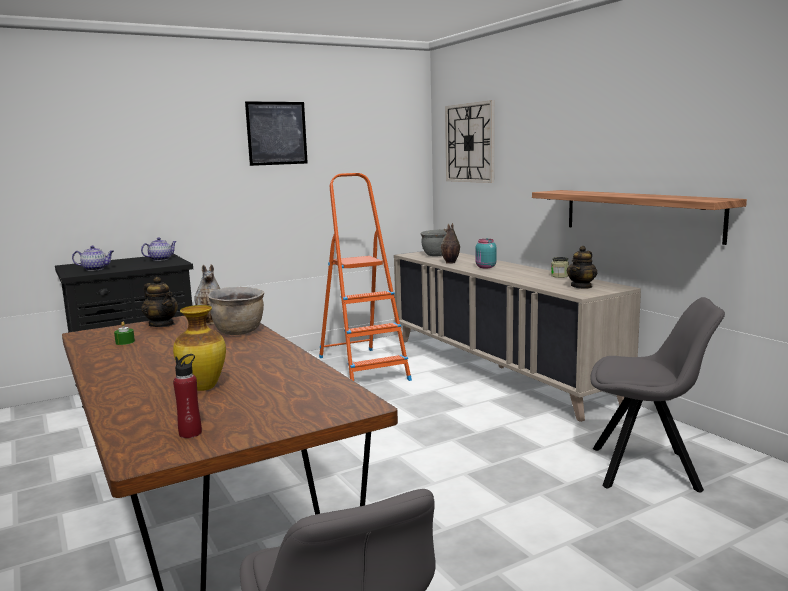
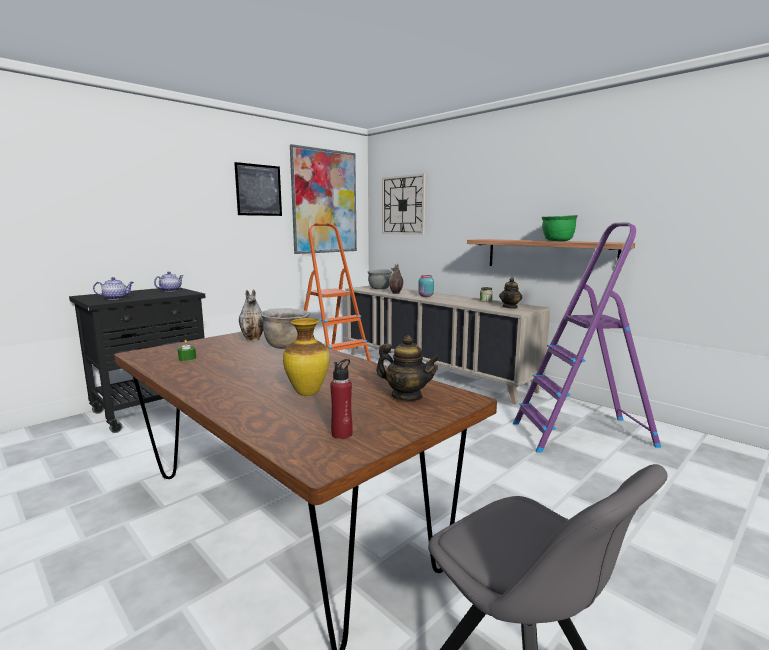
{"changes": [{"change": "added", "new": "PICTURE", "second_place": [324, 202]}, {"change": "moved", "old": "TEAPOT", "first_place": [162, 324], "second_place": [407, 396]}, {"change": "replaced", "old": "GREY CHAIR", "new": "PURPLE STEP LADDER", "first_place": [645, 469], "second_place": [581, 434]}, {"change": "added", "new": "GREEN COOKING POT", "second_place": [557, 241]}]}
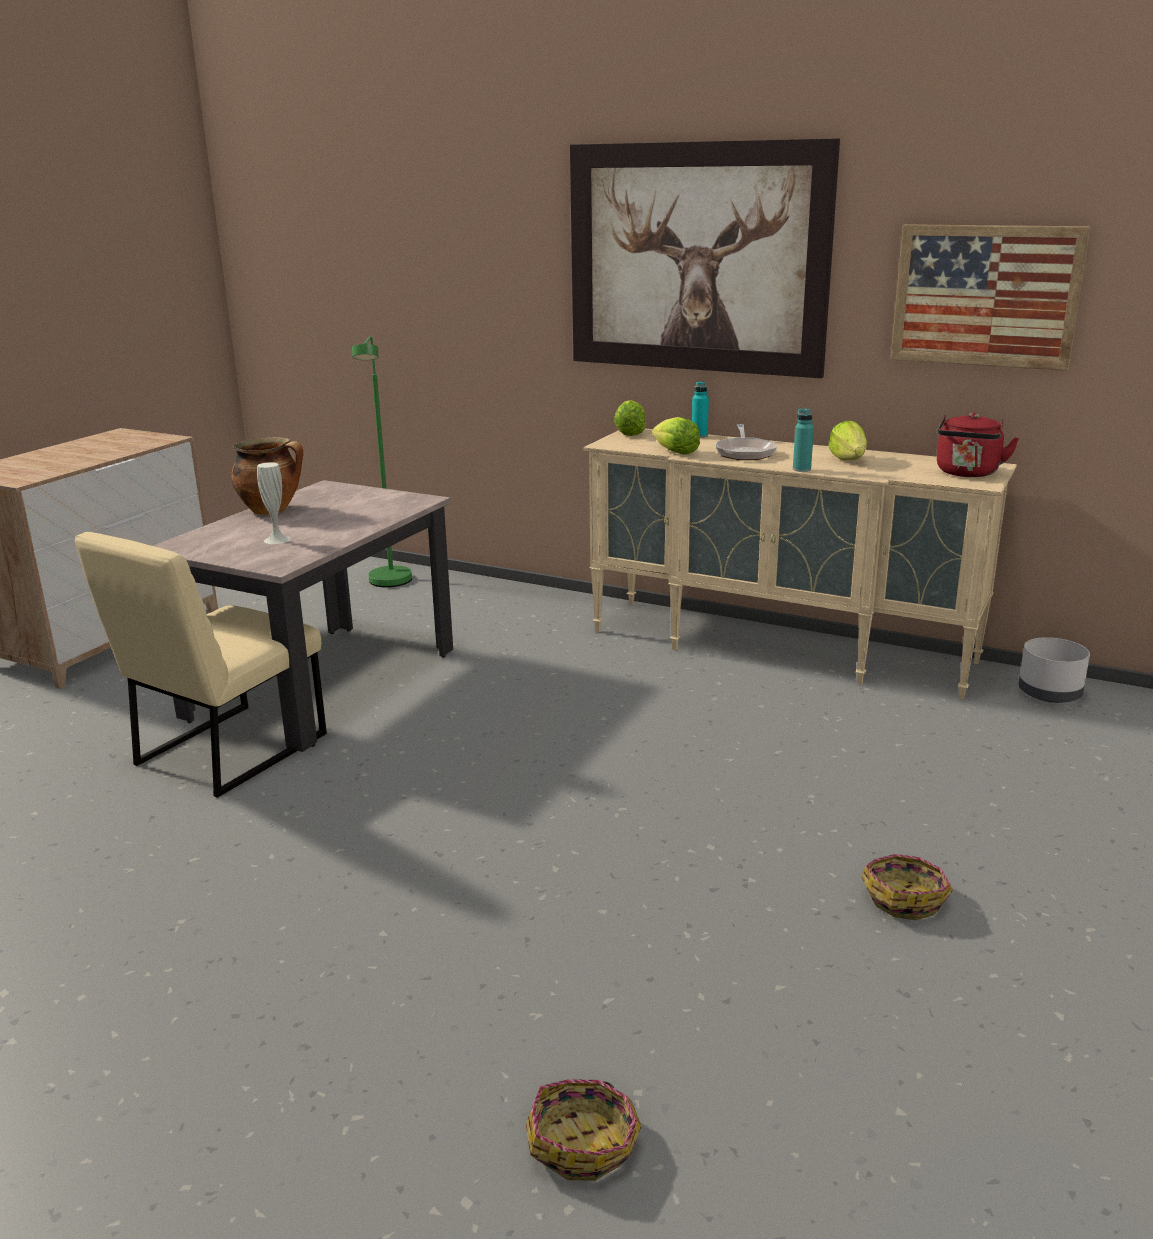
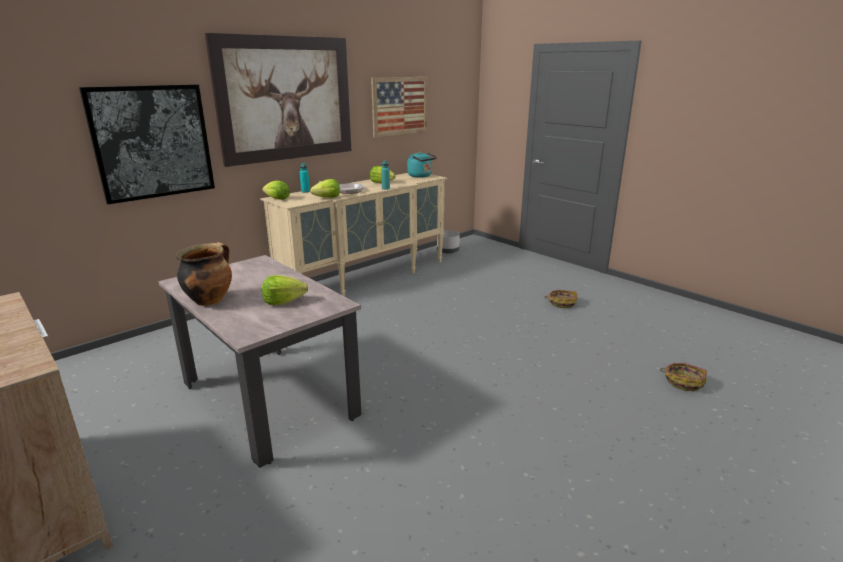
{"changes": [{"change": "added", "new": "PICTURE", "second_place": [152, 142]}, {"change": "replaced", "old": "WHITE VASE", "new": "LETTUCE", "first_place": [277, 540], "second_place": [283, 302]}, {"change": "recoloured", "old": "RED KETTLE", "new": "TURQUOISE KETTLE", "first_place": [967, 473], "second_place": [421, 176]}, {"change": "removed", "old": "BEIGE CHAIR", "first_place": [226, 751]}, {"change": "removed", "old": "GREEN FLOOR LAMP", "first_place": [389, 584]}]}
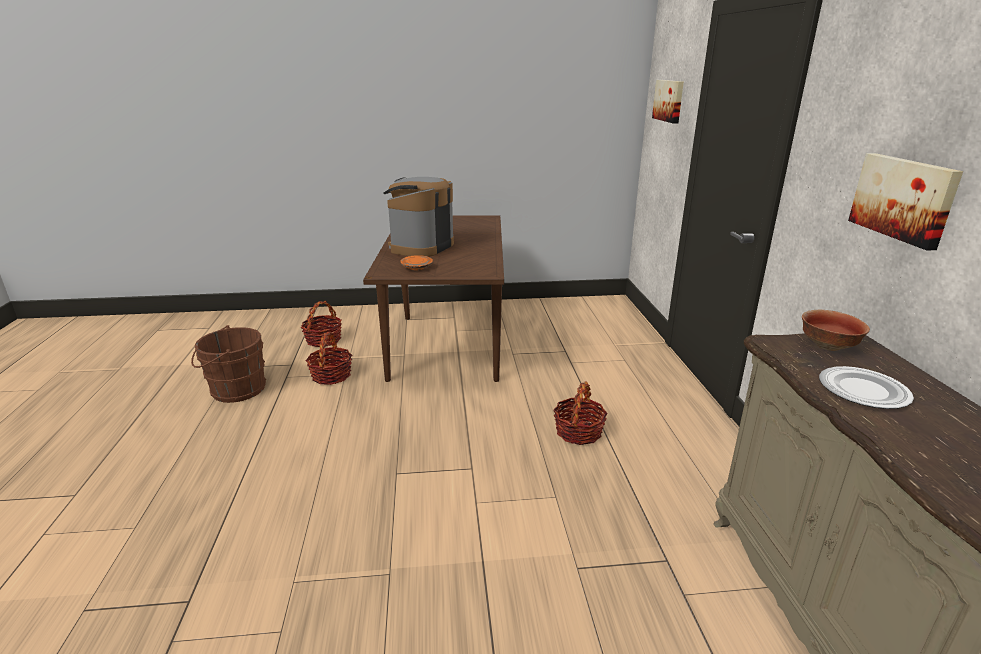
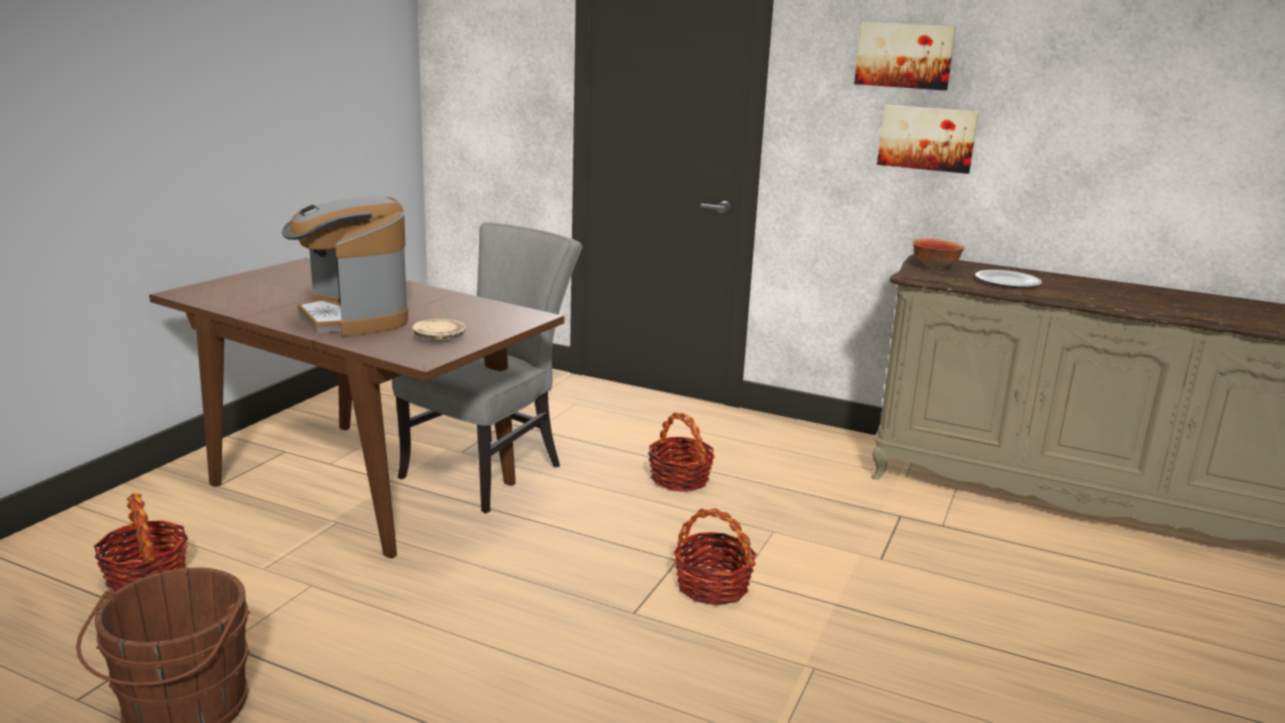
{"changes": [{"change": "added", "new": "GREY CHAIR", "second_place": [490, 469]}, {"change": "recoloured", "old": "ORANGE PLATE", "new": "BEIGE PLATE", "first_place": [417, 267], "second_place": [439, 338]}, {"change": "moved", "old": "BASKET", "first_place": [331, 375], "second_place": [712, 586]}, {"change": "moved", "old": "PICTURE", "first_place": [669, 100], "second_place": [904, 55]}]}
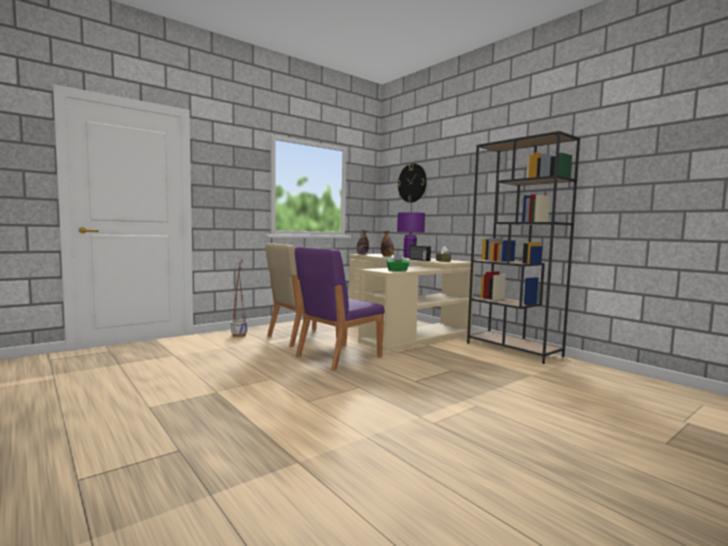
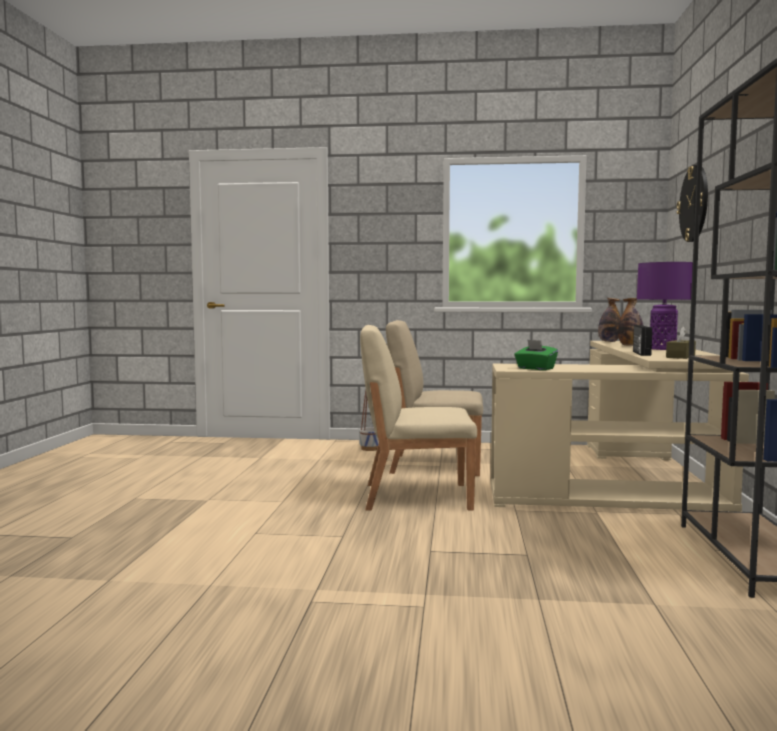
{"changes": [{"change": "recoloured", "old": "PURPLE CHAIR", "new": "BEIGE CHAIR", "first_place": [338, 356], "second_place": [415, 496]}]}
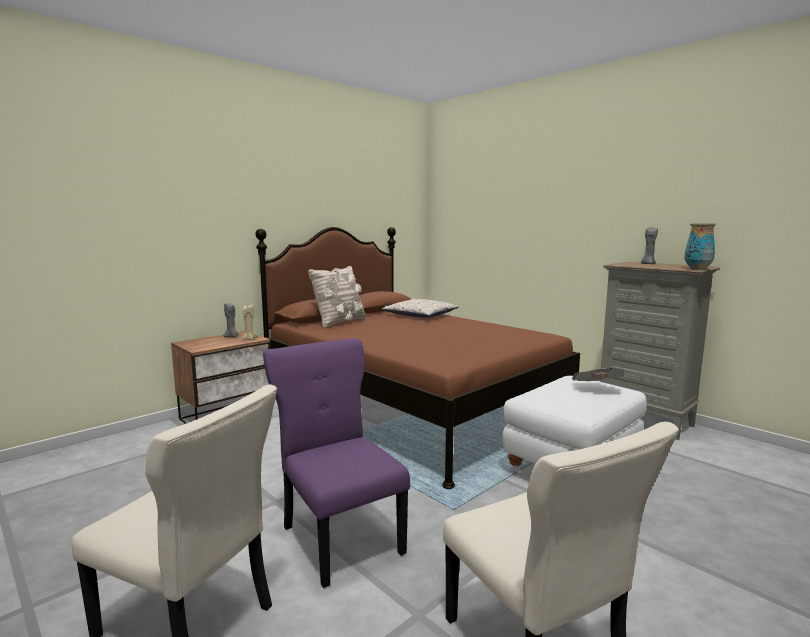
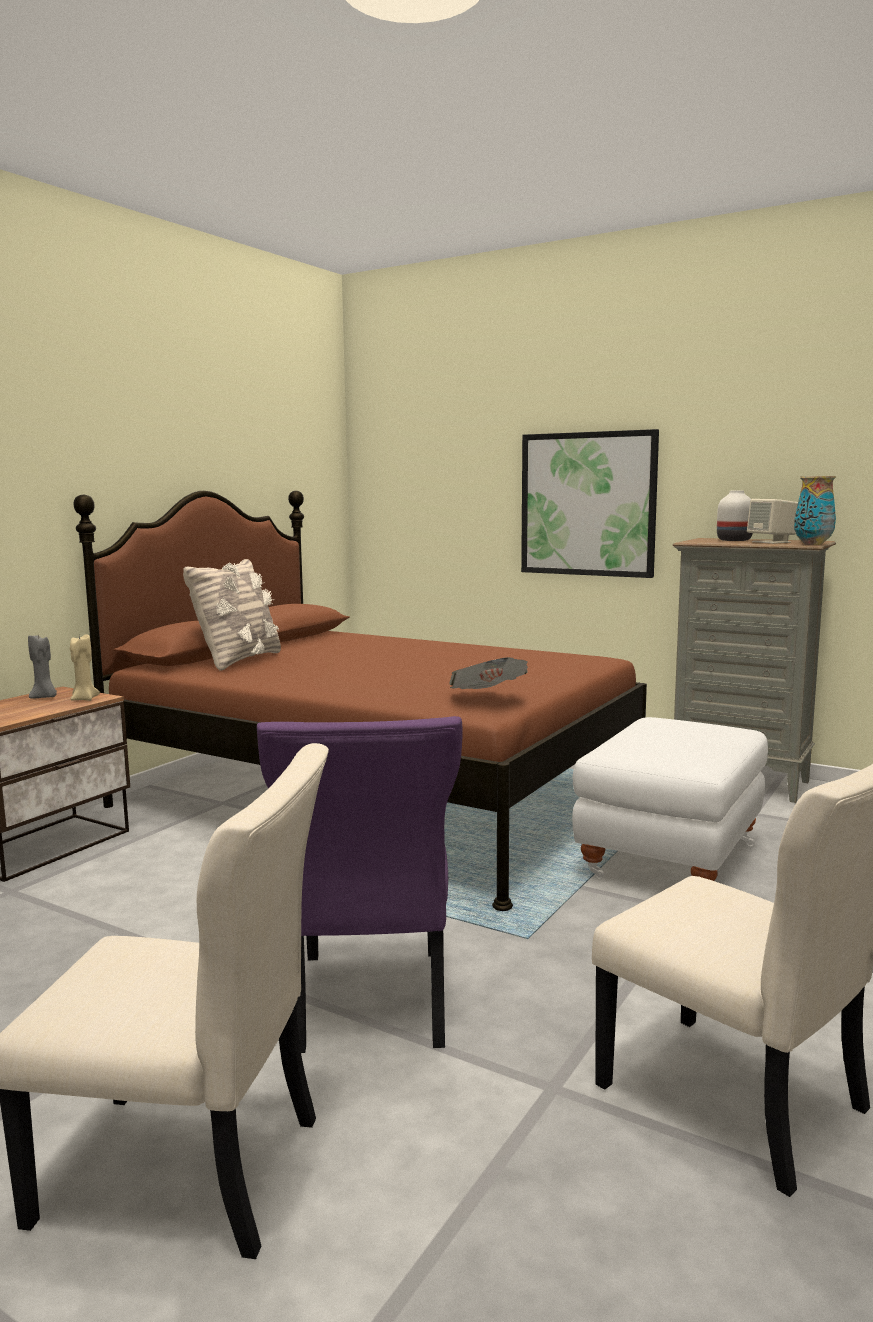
{"changes": [{"change": "turned", "old": "PURPLE CHAIR", "first_place": [340, 537], "second_place": [369, 1004], "degrees": -135}, {"change": "moved", "old": "NEWSPAPER", "first_place": [596, 388], "second_place": [487, 697]}, {"change": "added", "new": "PICTURE", "second_place": [588, 504]}, {"change": "replaced", "old": "GREY CANDLE", "new": "WHITE VASE", "first_place": [647, 264], "second_place": [734, 540]}, {"change": "added", "new": "BEIGE SPEAKER", "second_place": [772, 542]}, {"change": "removed", "old": "PILLOW", "first_place": [420, 315]}]}
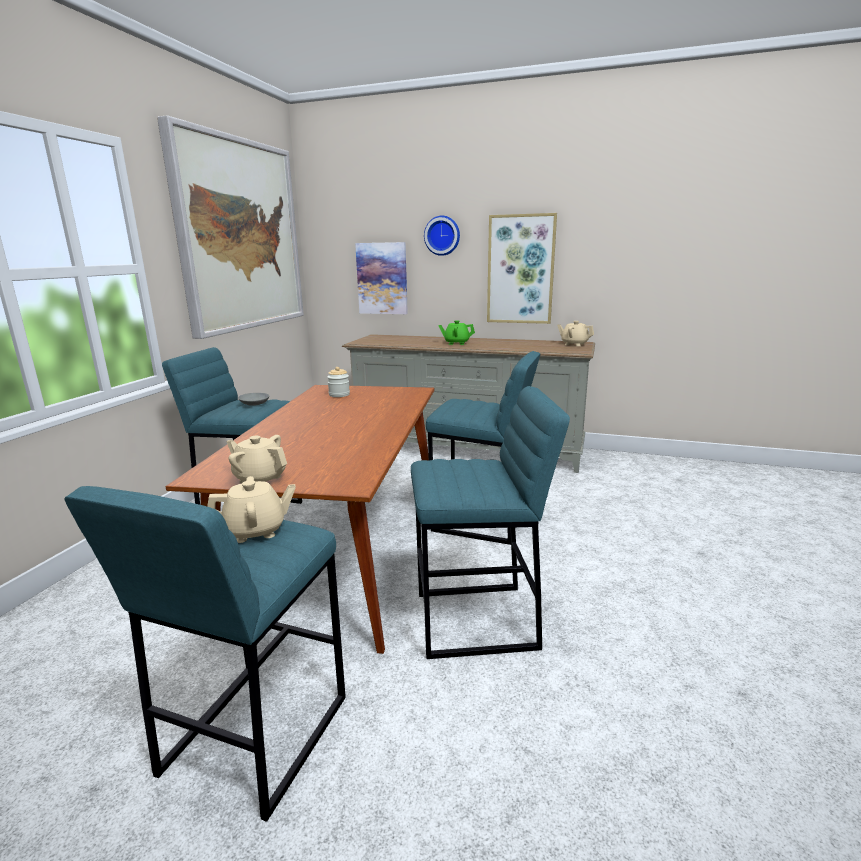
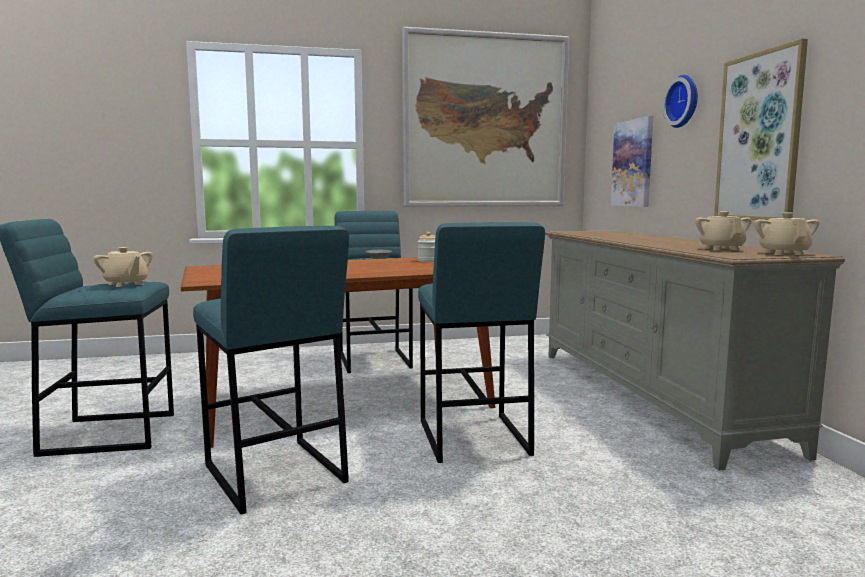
{"changes": [{"change": "moved", "old": "BEIGE TEAPOT", "first_place": [260, 478], "second_place": [721, 249]}, {"change": "removed", "old": "GREEN TEAPOT", "first_place": [456, 343]}]}
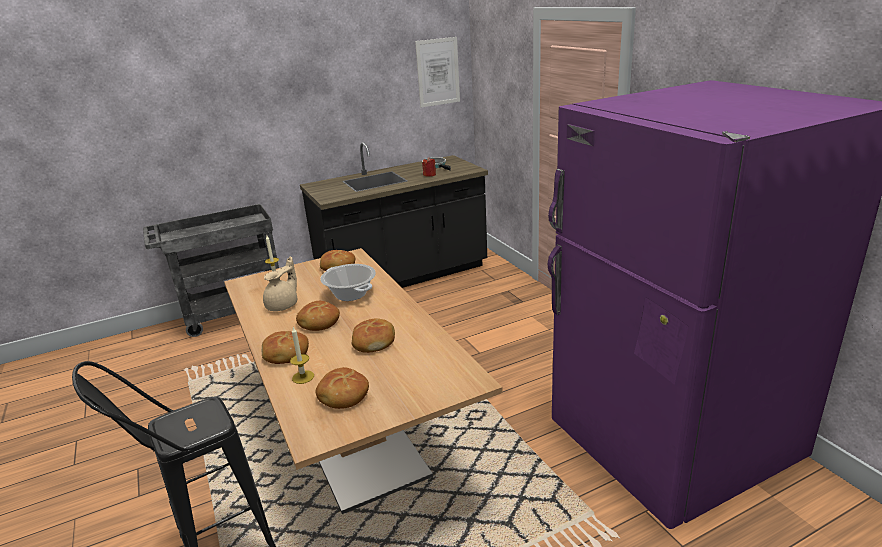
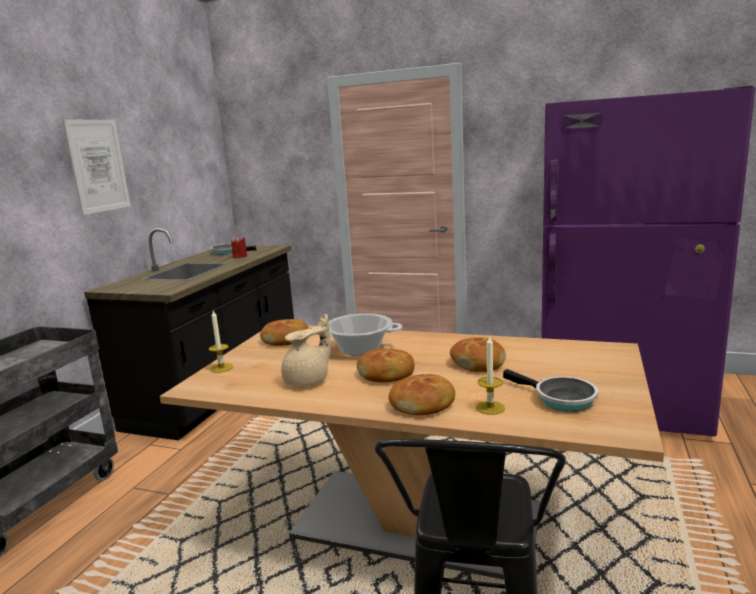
{"changes": [{"change": "moved", "old": "PICTURE", "first_place": [438, 72], "second_place": [98, 166]}, {"change": "turned", "old": "BEIGE TEAPOT", "first_place": [283, 305], "second_place": [308, 380], "degrees": 60}, {"change": "replaced", "old": "BREAD", "new": "FRYING PAN", "first_place": [343, 395], "second_place": [560, 399]}]}
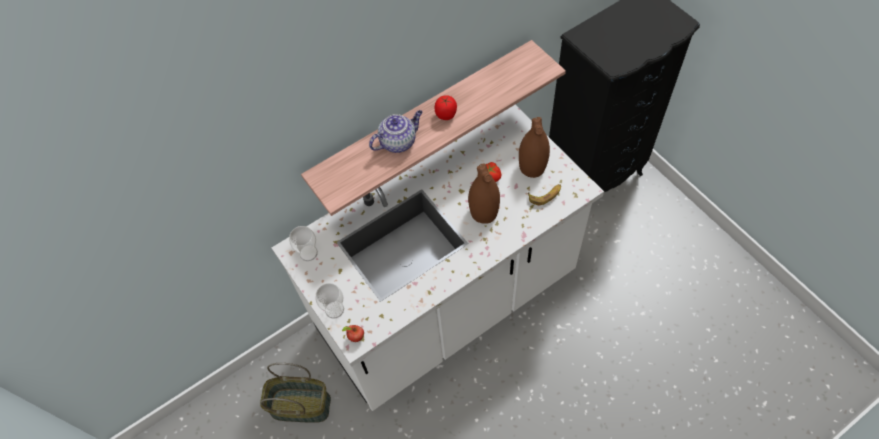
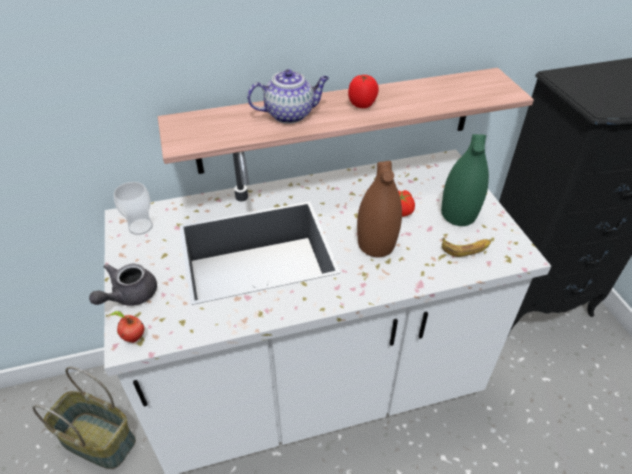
{"changes": [{"change": "replaced", "old": "CUP", "new": "GREY TEAPOT", "first_place": [334, 309], "second_place": [129, 295]}, {"change": "recoloured", "old": "BROWN VASE", "new": "GREEN VASE", "first_place": [532, 166], "second_place": [459, 214]}]}
